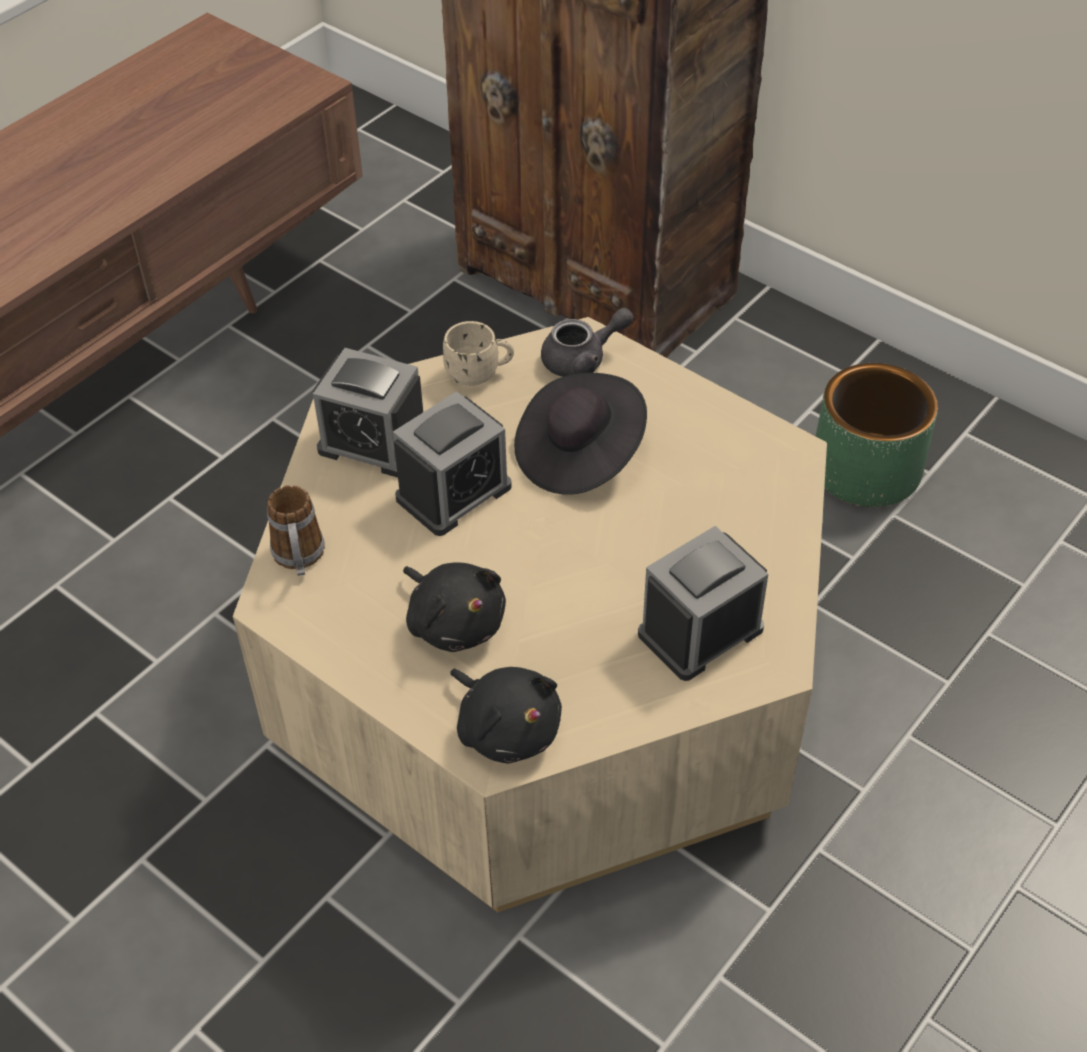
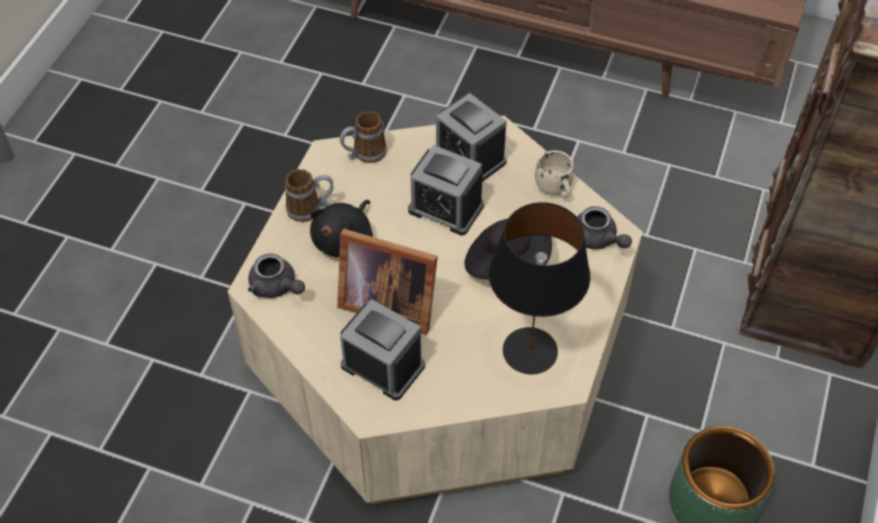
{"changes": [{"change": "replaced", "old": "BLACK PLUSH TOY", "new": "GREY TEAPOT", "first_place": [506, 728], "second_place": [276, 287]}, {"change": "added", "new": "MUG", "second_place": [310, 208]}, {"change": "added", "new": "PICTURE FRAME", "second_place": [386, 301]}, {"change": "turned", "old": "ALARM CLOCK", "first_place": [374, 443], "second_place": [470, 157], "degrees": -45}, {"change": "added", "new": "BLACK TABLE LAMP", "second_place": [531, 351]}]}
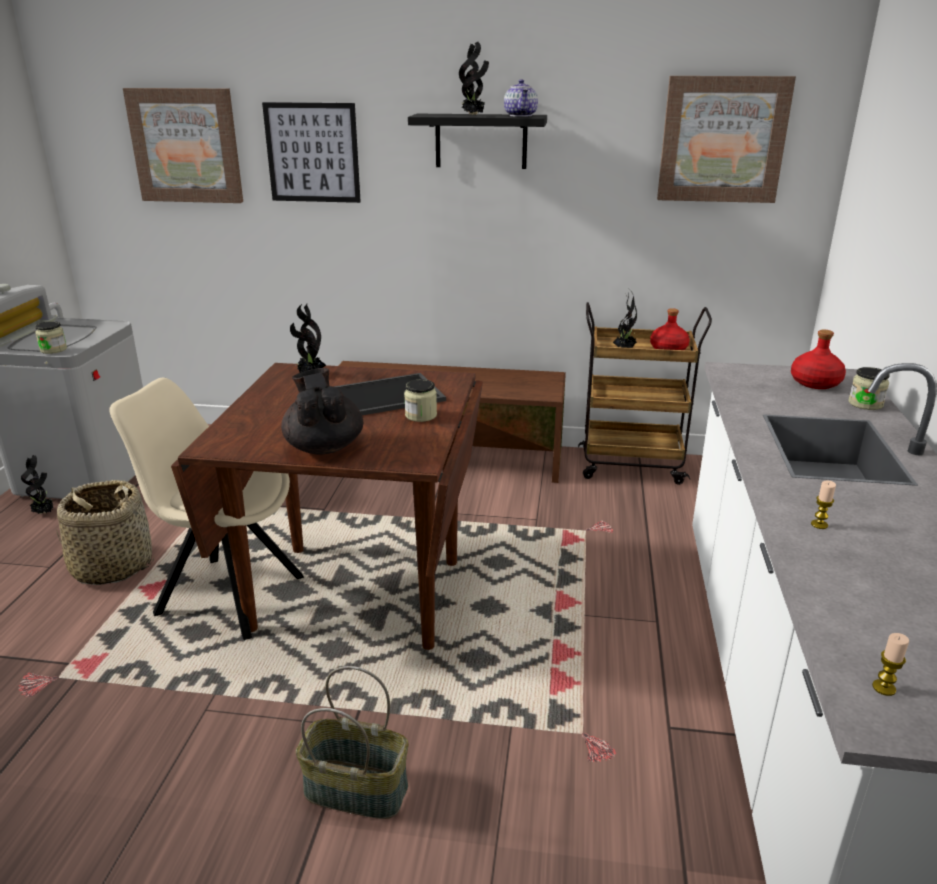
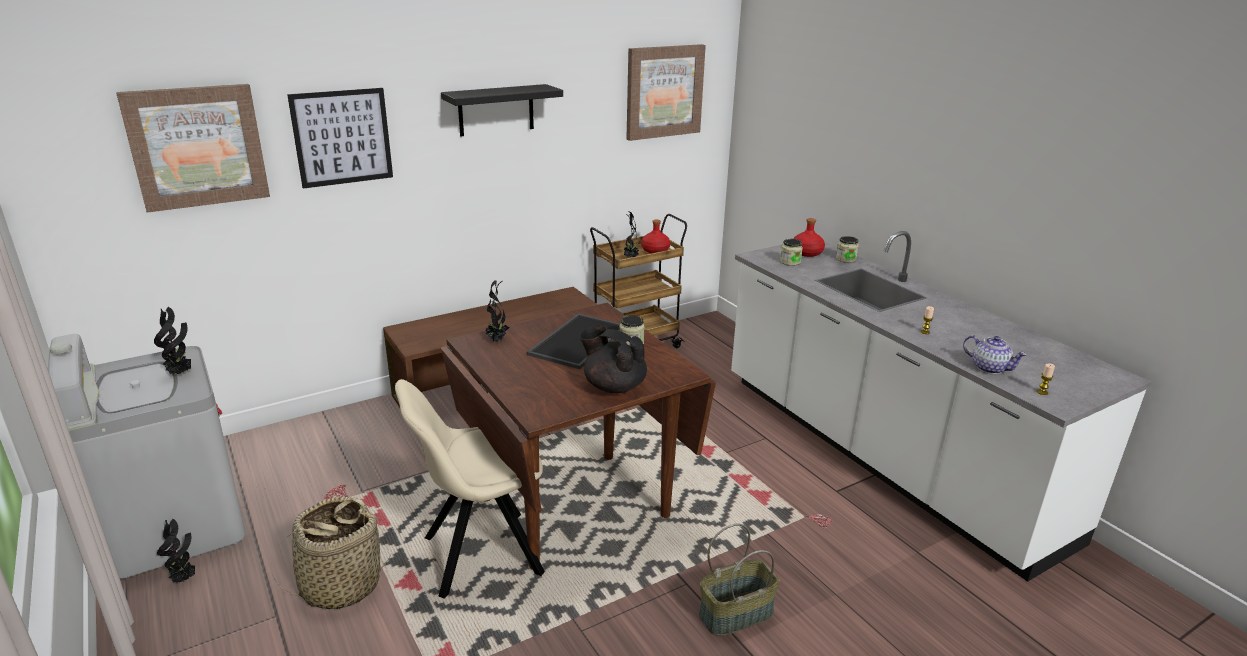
{"changes": [{"change": "moved", "old": "POTTED PLANT", "first_place": [473, 115], "second_place": [181, 373]}, {"change": "moved", "old": "JAR", "first_place": [53, 349], "second_place": [790, 262]}, {"change": "moved", "old": "TEAPOT", "first_place": [520, 115], "second_place": [989, 368]}]}
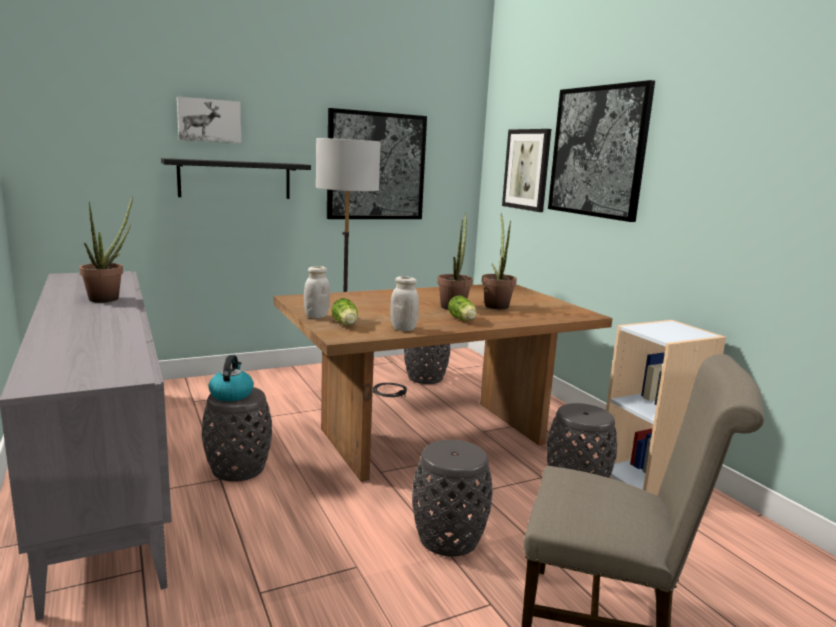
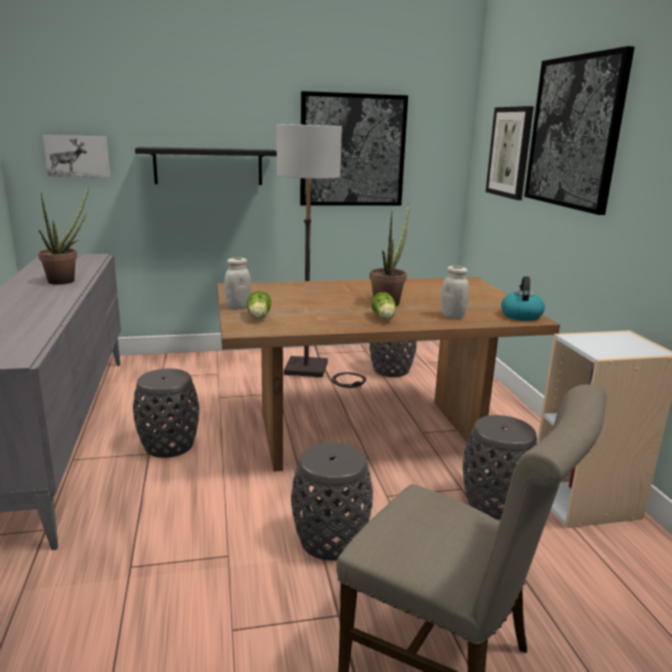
{"changes": [{"change": "moved", "old": "PICTURE", "first_place": [209, 120], "second_place": [78, 156]}, {"change": "moved", "old": "WHITE JAR", "first_place": [403, 329], "second_place": [452, 316]}, {"change": "moved", "old": "KETTLE", "first_place": [231, 394], "second_place": [521, 315]}, {"change": "removed", "old": "POTTED PLANT", "first_place": [496, 305]}]}
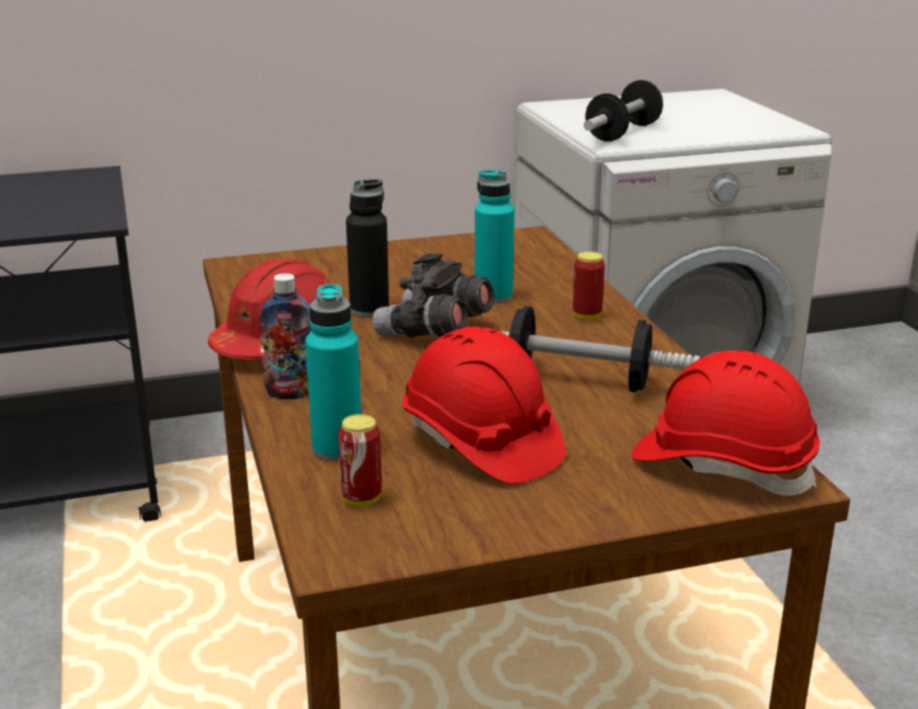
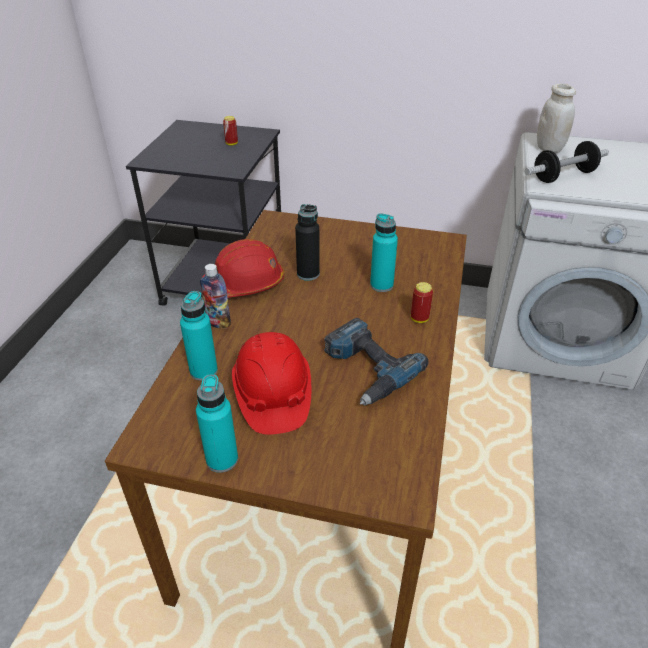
{"changes": [{"change": "added", "new": "TURQUOISE BOTTLE", "second_place": [222, 459]}, {"change": "moved", "old": "CAN", "first_place": [361, 499], "second_place": [231, 144]}, {"change": "replaced", "old": "DUMBBELL", "new": "POWER DRILL", "first_place": [578, 381], "second_place": [366, 369]}, {"change": "added", "new": "WHITE JAR", "second_place": [549, 148]}, {"change": "removed", "old": "GREY BINOCULARS", "first_place": [434, 333]}, {"change": "removed", "old": "RED HARD HAT", "first_place": [722, 465]}]}
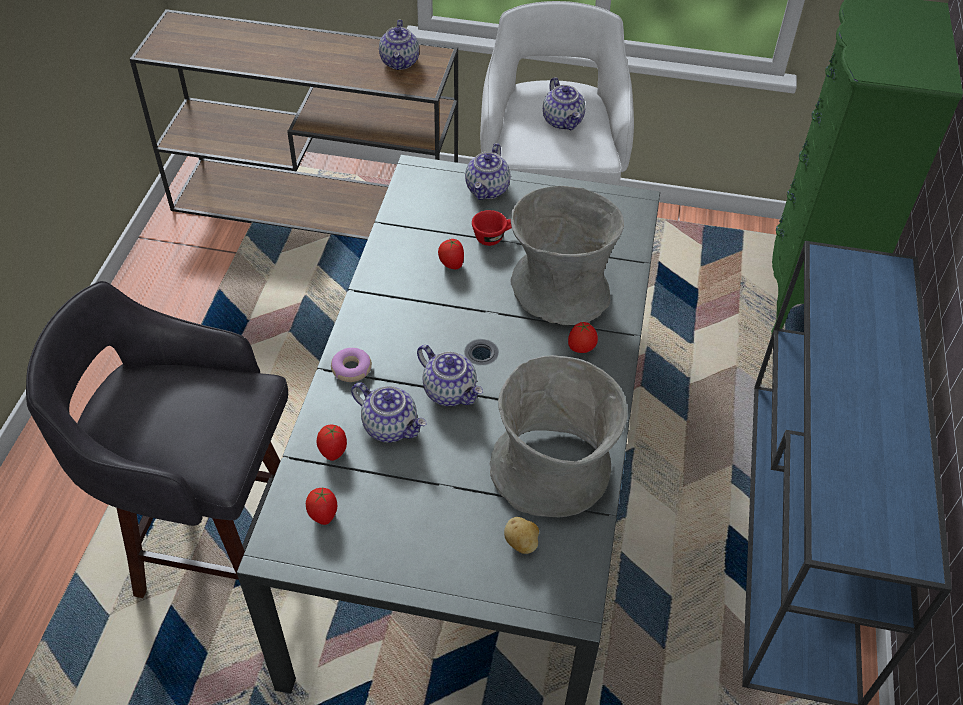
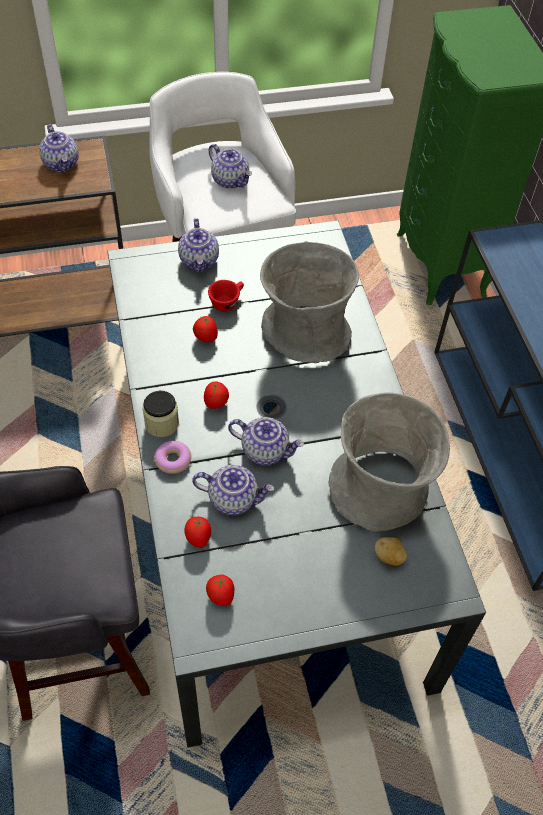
{"changes": [{"change": "added", "new": "JAR", "second_place": [162, 423]}, {"change": "moved", "old": "TOMATO", "first_place": [581, 349], "second_place": [216, 404]}]}
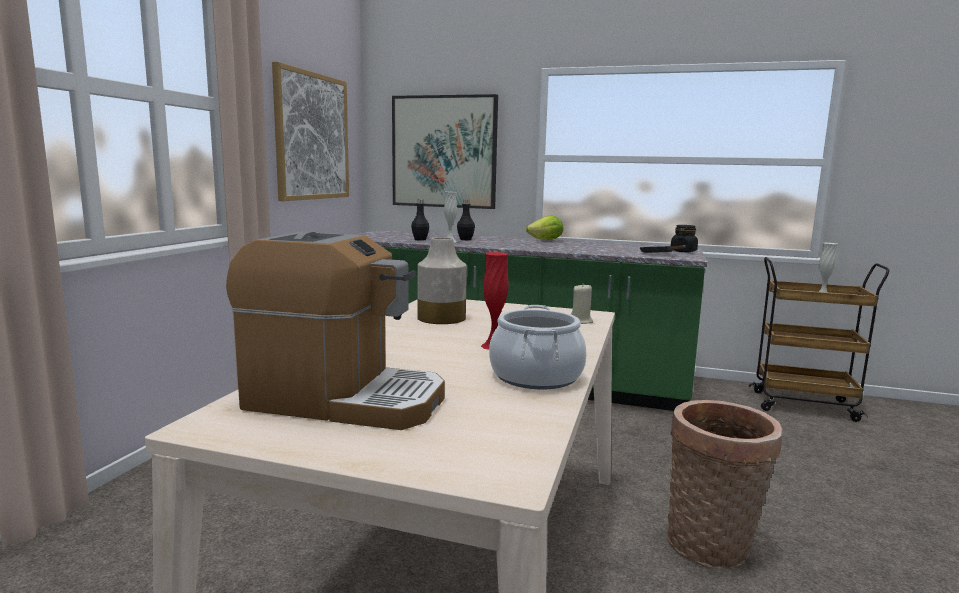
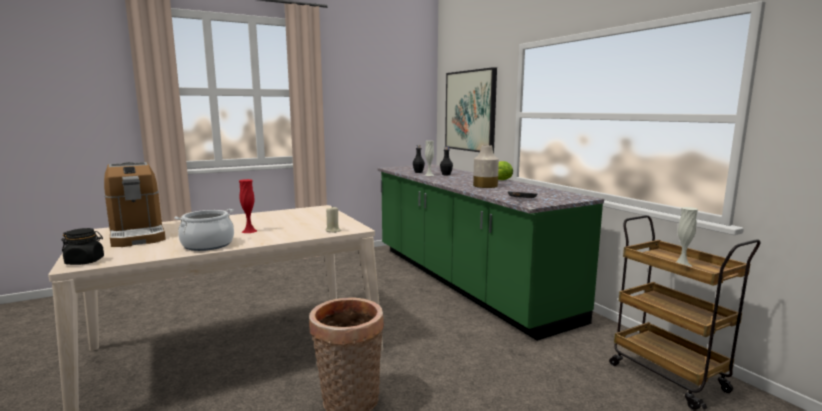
{"changes": [{"change": "moved", "old": "BLACK JAR", "first_place": [683, 251], "second_place": [85, 261]}, {"change": "moved", "old": "BEIGE VASE", "first_place": [440, 318], "second_place": [485, 185]}, {"change": "removed", "old": "PICTURE", "first_place": [312, 137]}]}
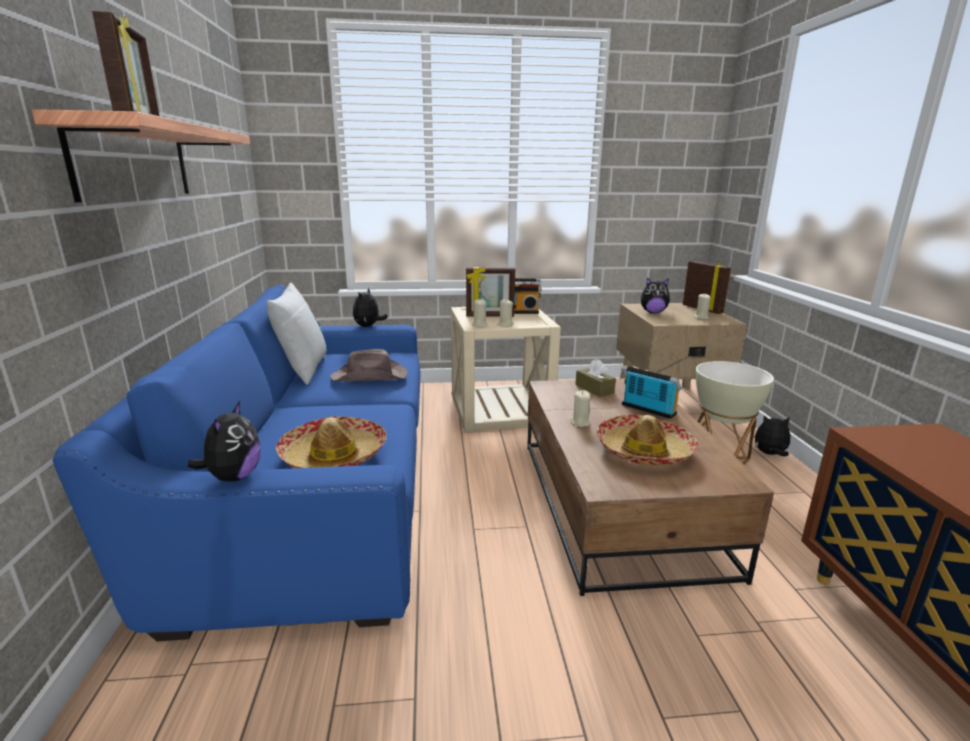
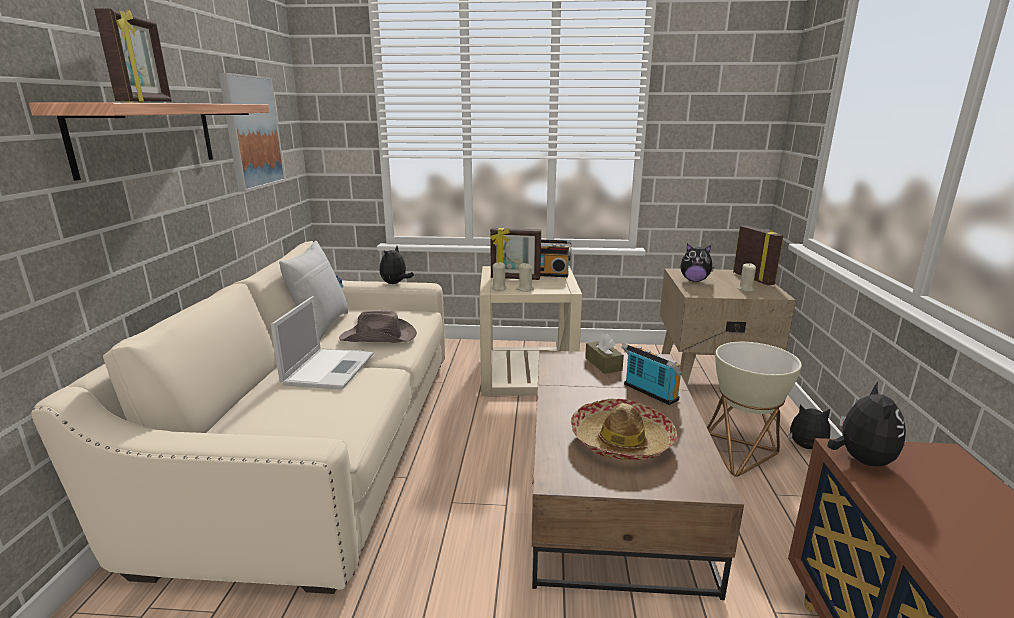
{"changes": [{"change": "recoloured", "old": "BLUE SOFA", "new": "BEIGE SOFA", "first_place": [319, 486], "second_place": [322, 441]}, {"change": "added", "new": "PICTURE", "second_place": [252, 132]}, {"change": "added", "new": "LAPTOP", "second_place": [329, 368]}, {"change": "moved", "old": "PLUSH TOY", "first_place": [233, 477], "second_place": [860, 460]}, {"change": "removed", "old": "HAT", "first_place": [334, 456]}, {"change": "removed", "old": "BEIGE CANDLE", "first_place": [579, 422]}]}
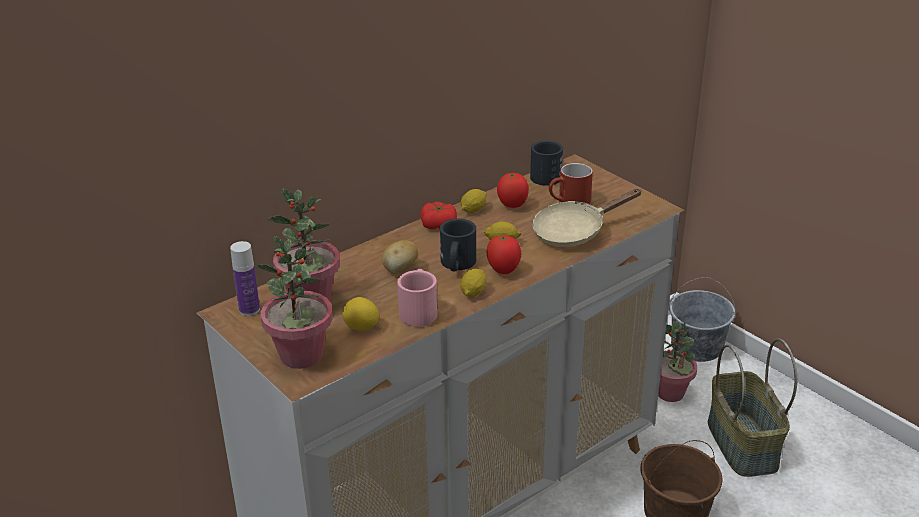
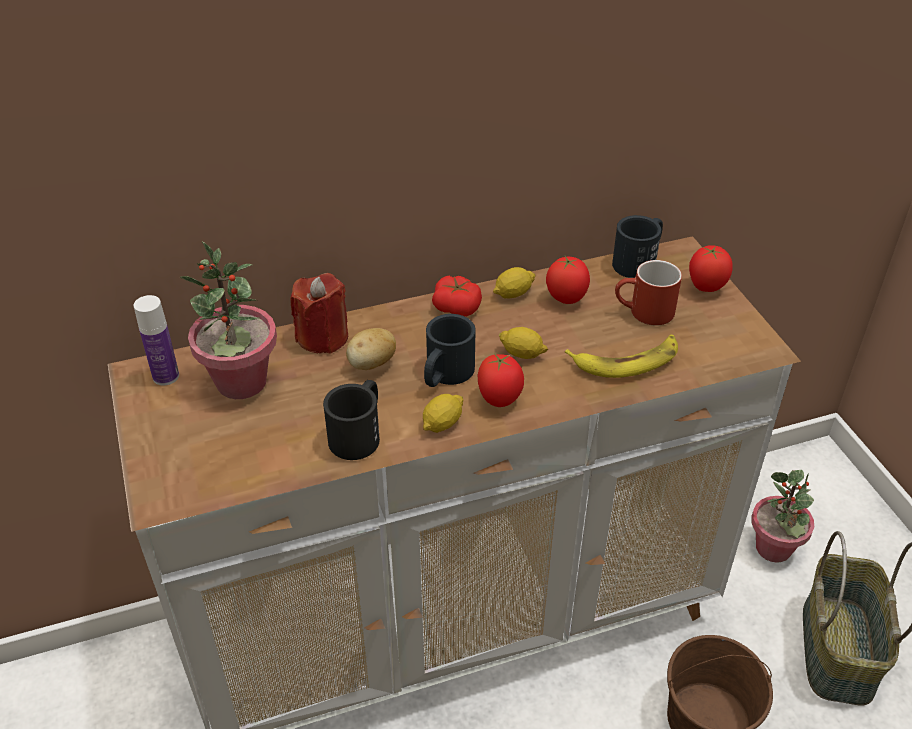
{"changes": [{"change": "added", "new": "RED CANDLE", "second_place": [323, 337]}, {"change": "recoloured", "old": "PINK MUG", "new": "BLACK MUG", "first_place": [418, 310], "second_place": [359, 433]}, {"change": "replaced", "old": "BEIGE FRYING PAN", "new": "BANANA", "first_place": [574, 231], "second_place": [626, 360]}, {"change": "added", "new": "TOMATO", "second_place": [705, 288]}, {"change": "removed", "old": "POTTED PLANT", "first_place": [301, 356]}, {"change": "removed", "old": "LEMON", "first_place": [361, 328]}, {"change": "removed", "old": "GREY BUCKET", "first_place": [696, 346]}]}
